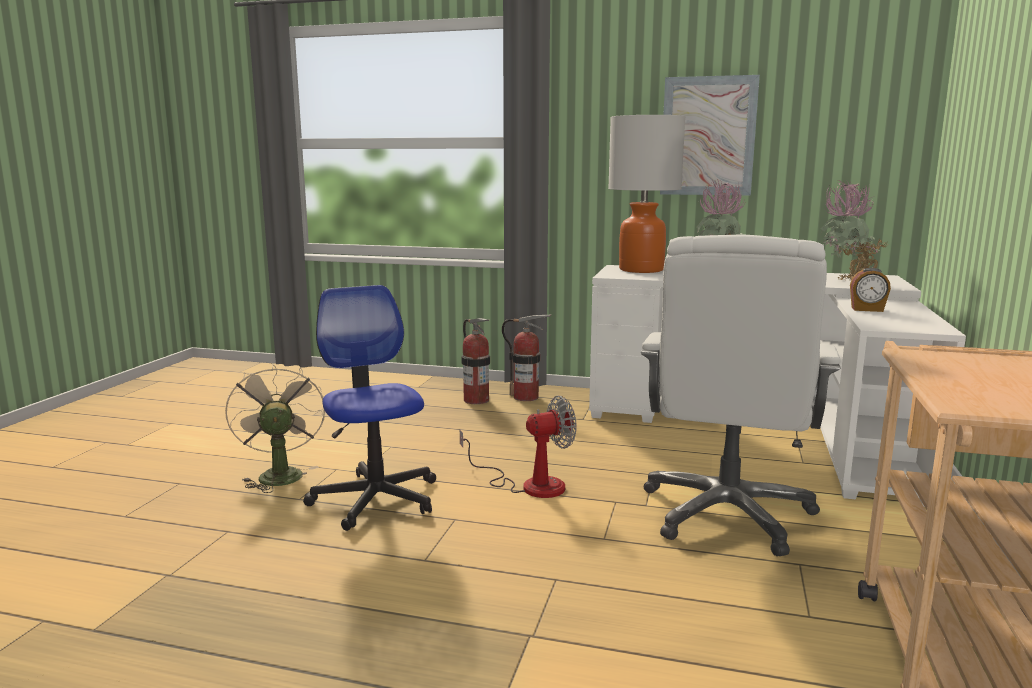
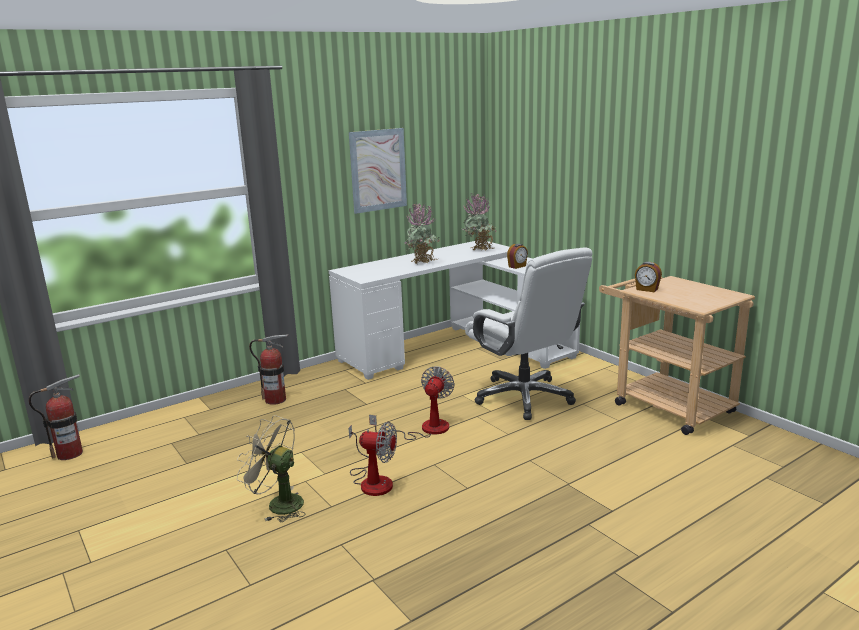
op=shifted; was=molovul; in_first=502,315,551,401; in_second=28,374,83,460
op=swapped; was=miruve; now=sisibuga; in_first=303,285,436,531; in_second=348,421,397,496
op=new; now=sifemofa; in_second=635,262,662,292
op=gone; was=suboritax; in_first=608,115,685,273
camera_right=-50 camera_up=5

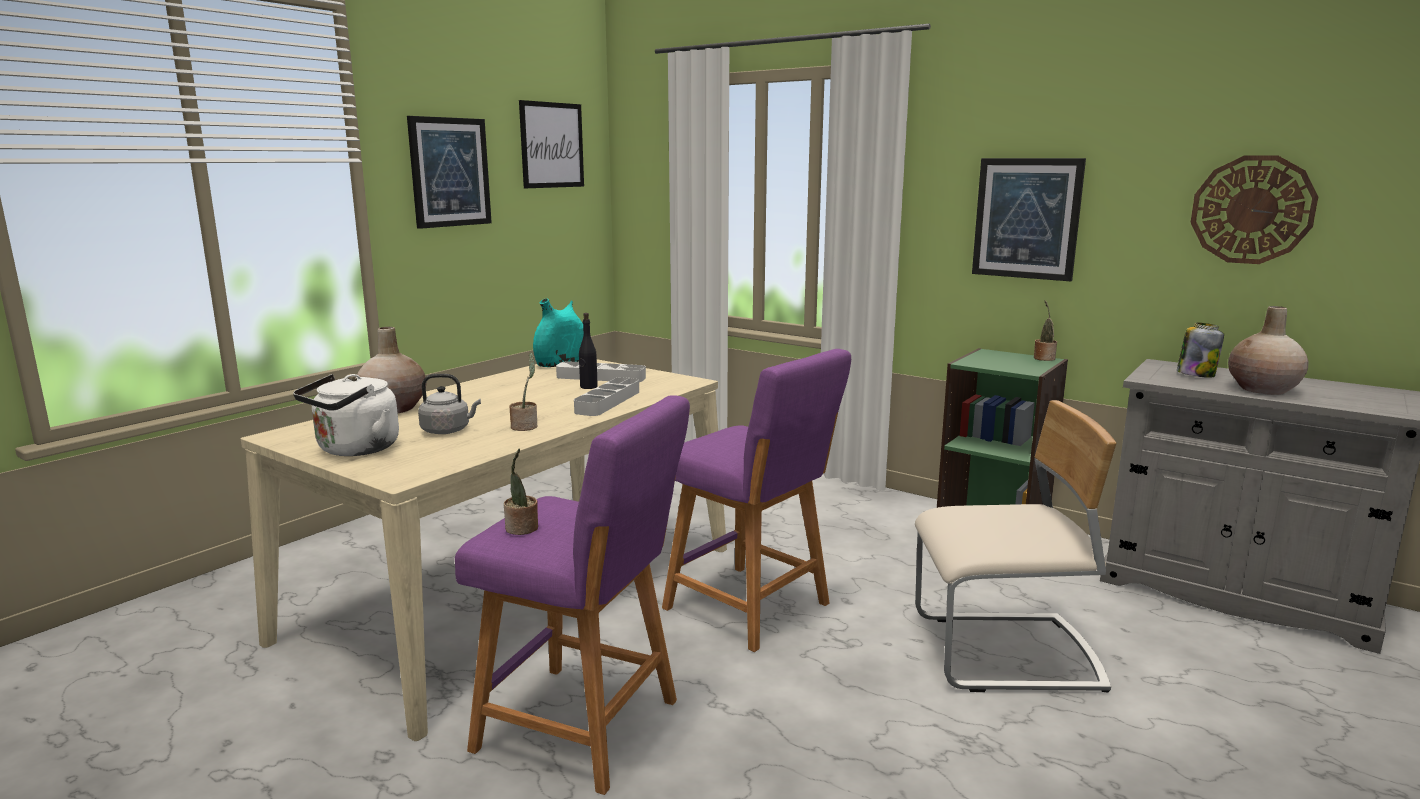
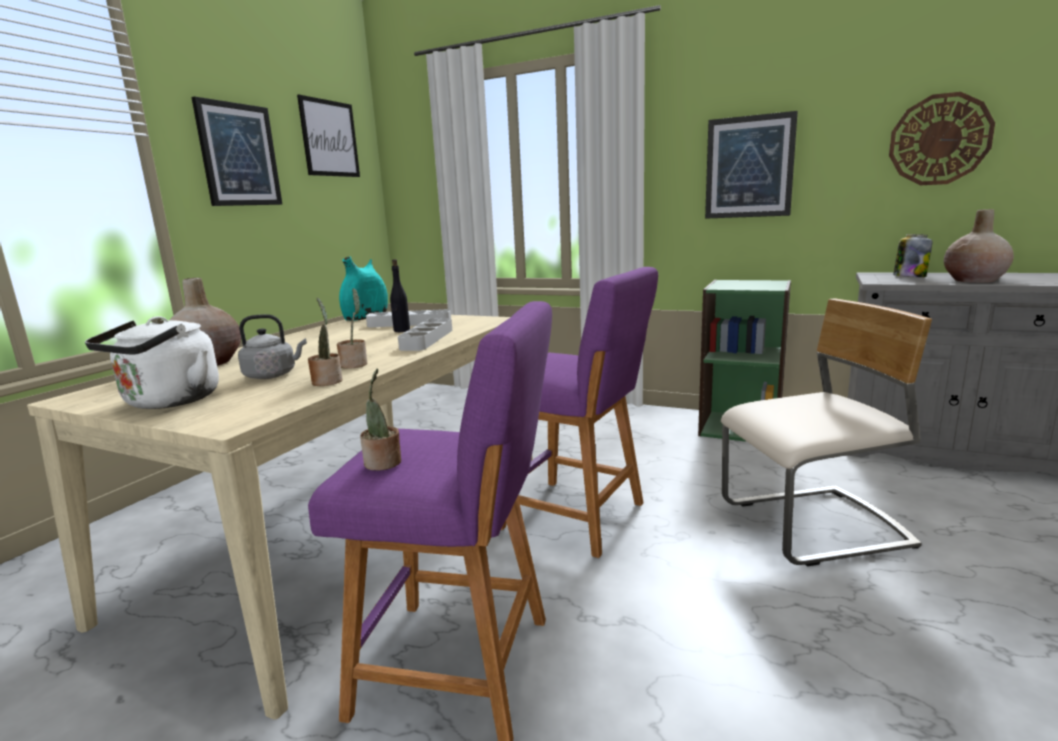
op=shifted; was=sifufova; in_first=1034,300,1057,361; in_second=308,298,342,386
camera_right=-10 camera_up=0

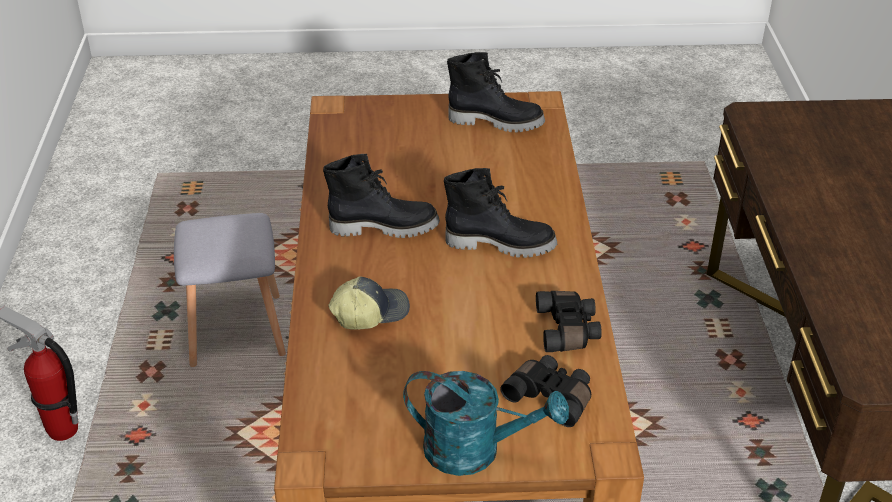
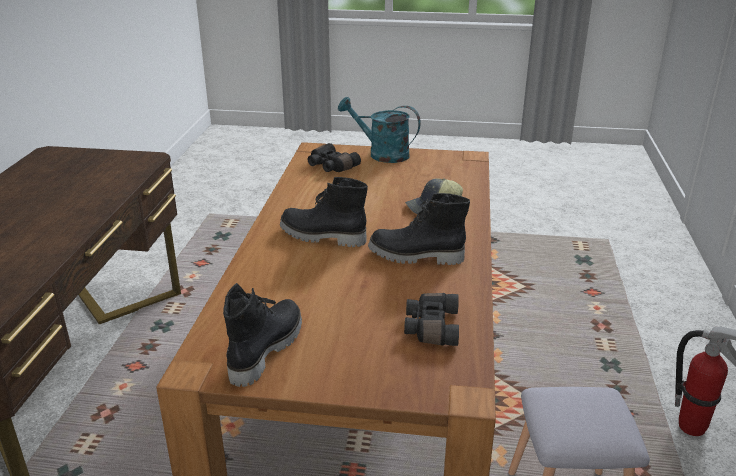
op=rotated; was=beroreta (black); in_first=447,52,545,132; in_second=223,283,302,387; clockwise=90
op=shifted; was=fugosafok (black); in_first=536,291,602,352; in_second=404,293,459,346
camera_right=-170 camera_up=-10

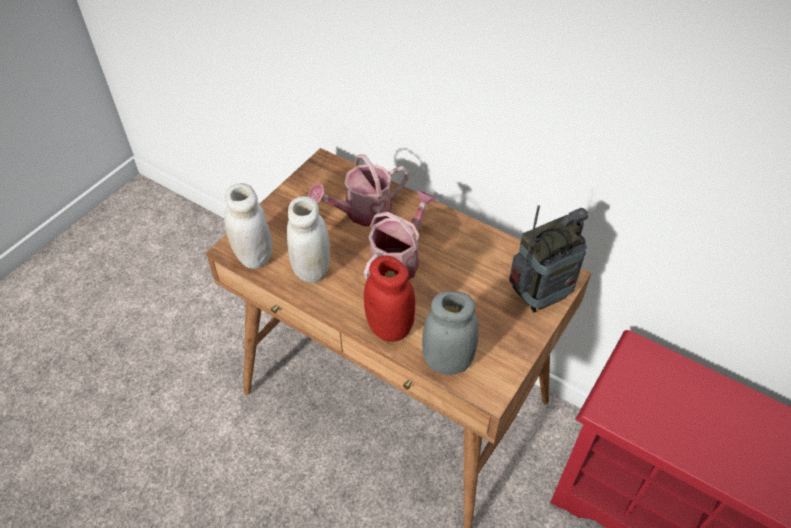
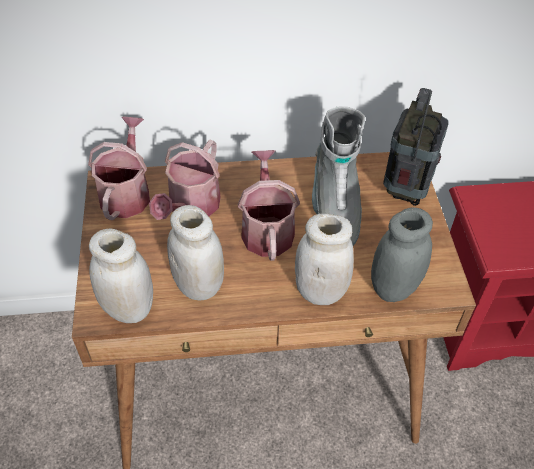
op=new; now=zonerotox; in_second=88,116,150,220
op=repainted; was=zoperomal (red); now=zoperomal (white); in_first=364,256,415,342; in_second=295,213,354,305
op=new; now=beroreta (grey); in_second=312,106,365,246
camera_right=-40 camera_up=0

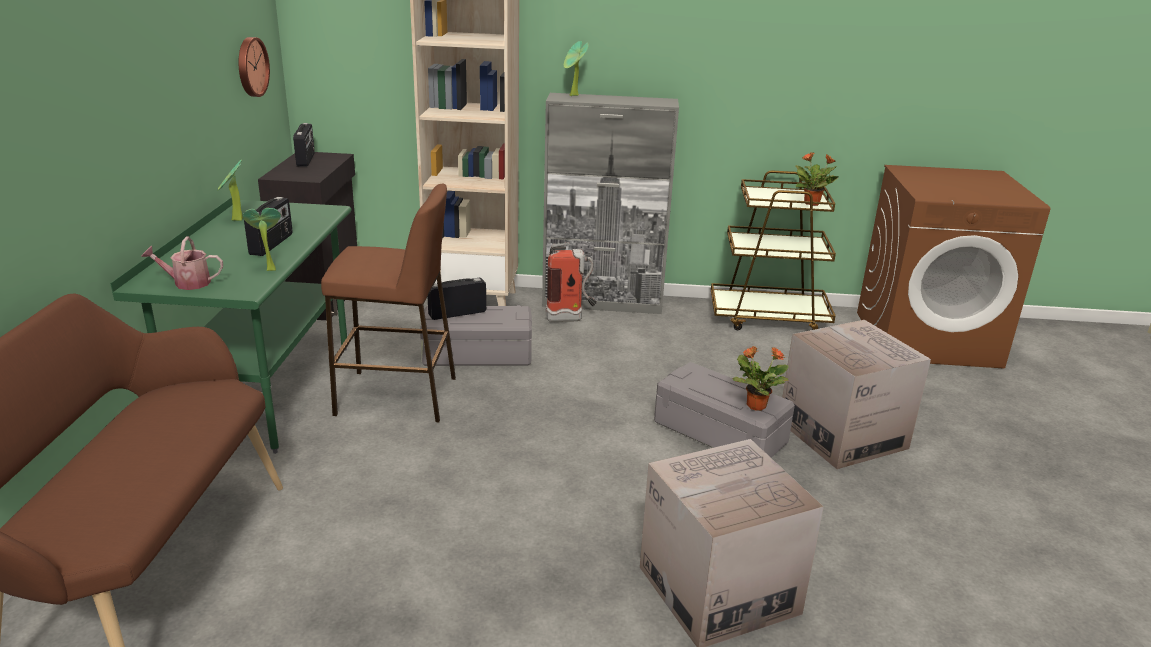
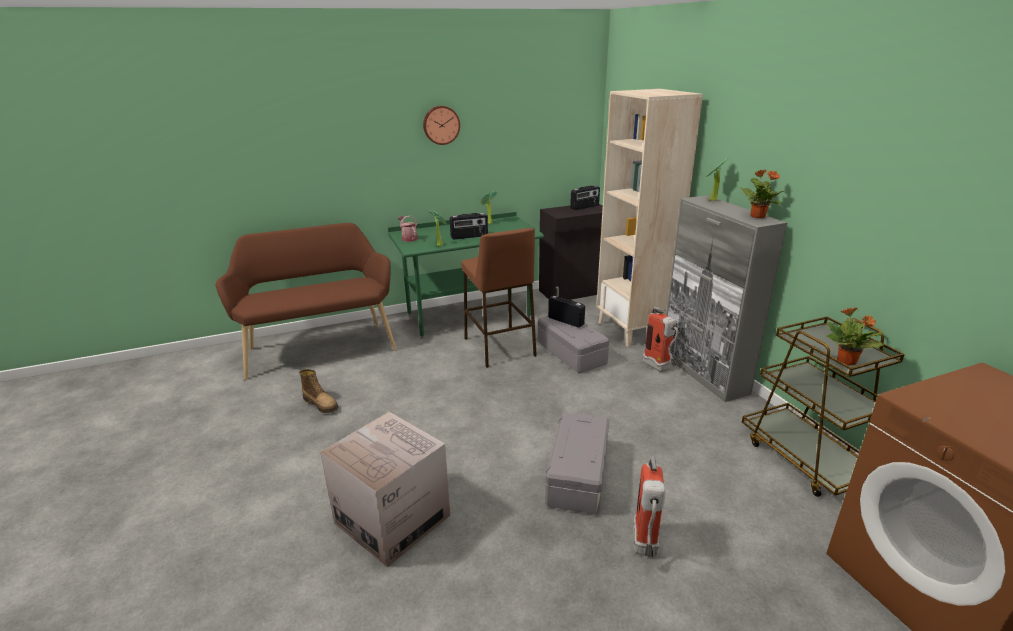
op=new; now=beroreta; in_second=299,369,338,413
op=shifted; was=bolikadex; in_first=239,37,270,97; in_second=423,106,460,145
op=swapped; was=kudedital; now=molovul; in_first=782,320,931,469; in_second=633,456,666,557
op=shifted; was=sifufova; in_first=732,346,789,411; in_second=740,169,784,218
camera_right=65 camera_up=0

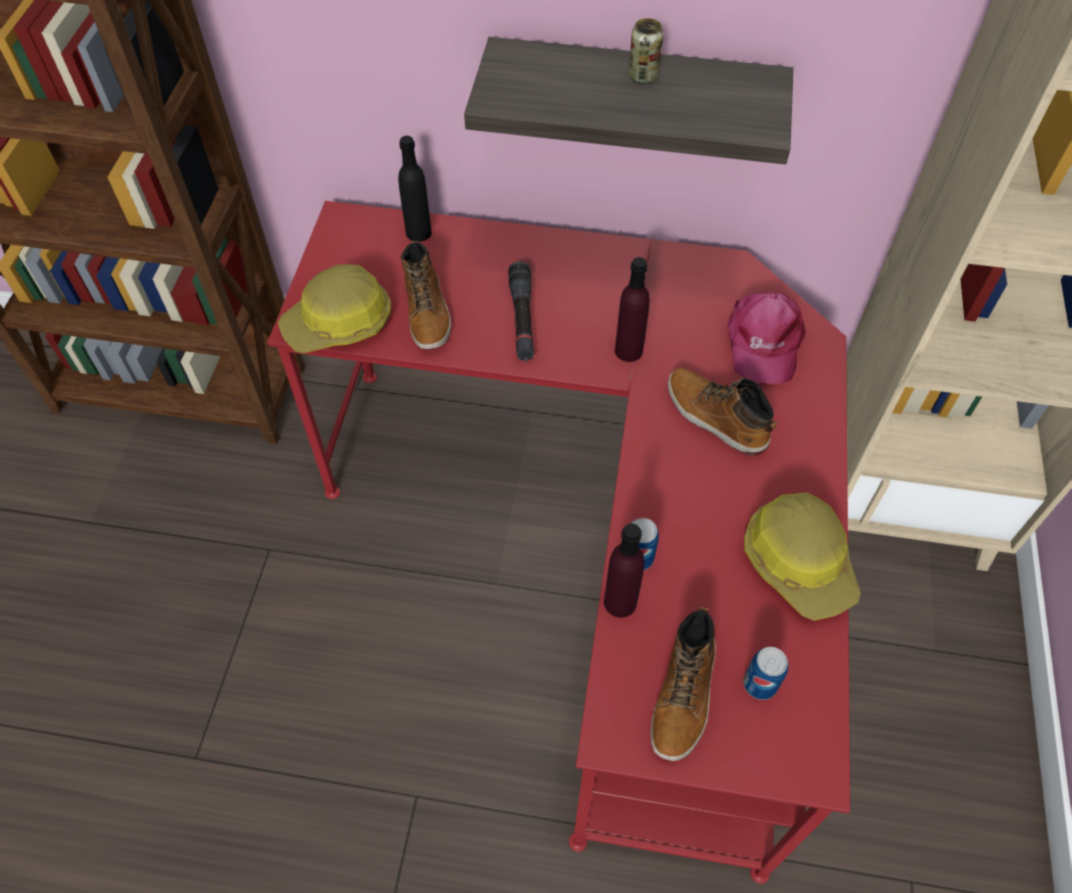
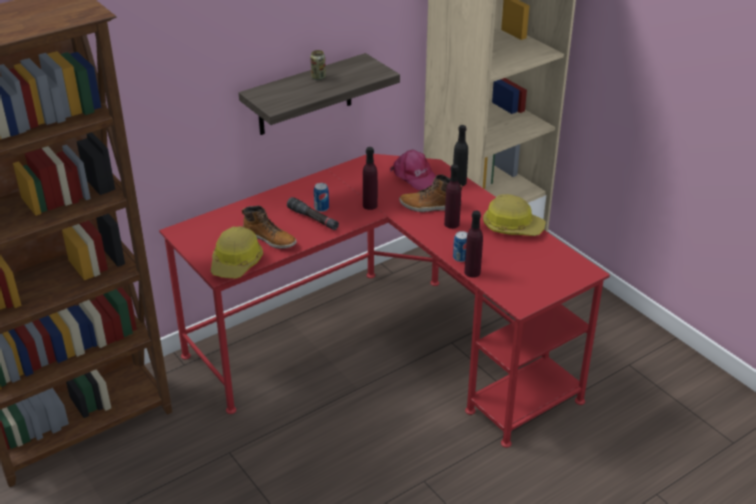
op=shifted; was=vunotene; in_first=743,647,789,700; in_second=314,183,329,212
op=new; now=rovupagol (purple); in_second=444,164,461,229
op=shifted; was=rovupagol (black); in_first=398,136,432,242; in_second=453,125,468,186
op=gone; was=beroreta; in_first=650,607,716,761
camera_right=-45 camera_up=-20

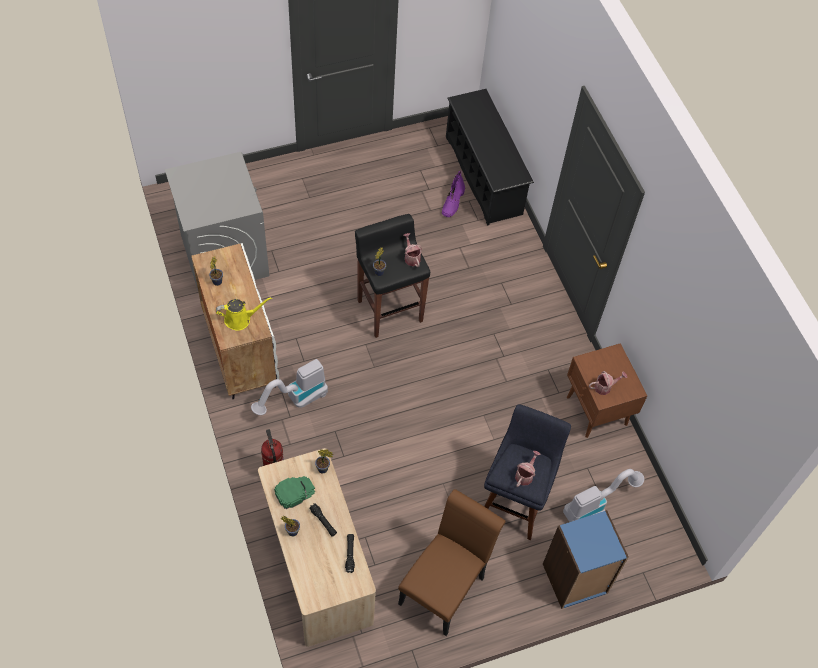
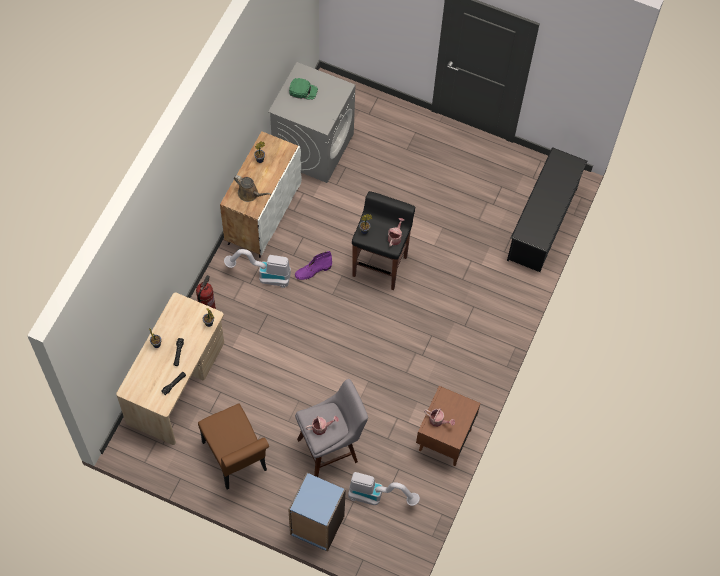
op=rotated; was=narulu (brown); in_first=398,489,506,636; in_second=198,403,269,489; clockwise=75
op=repainted; was=zonerotox (yellow); now=zonerotox (brown); in_first=216,297,272,331; in_second=234,175,271,202
op=shifted; was=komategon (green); in_first=274,476,315,509; in_second=289,78,318,100
op=shifted; was=beroreta (purple); in_first=442,171,465,217; in_second=295,251,332,280
op=repainted; was=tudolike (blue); now=tudolike (grey); in_first=484,404,571,540; in_second=295,379,368,477
camera_right=45 camera_up=5

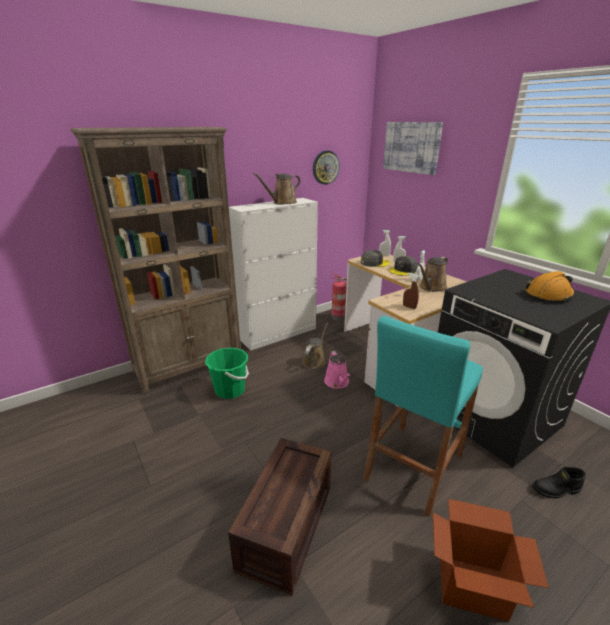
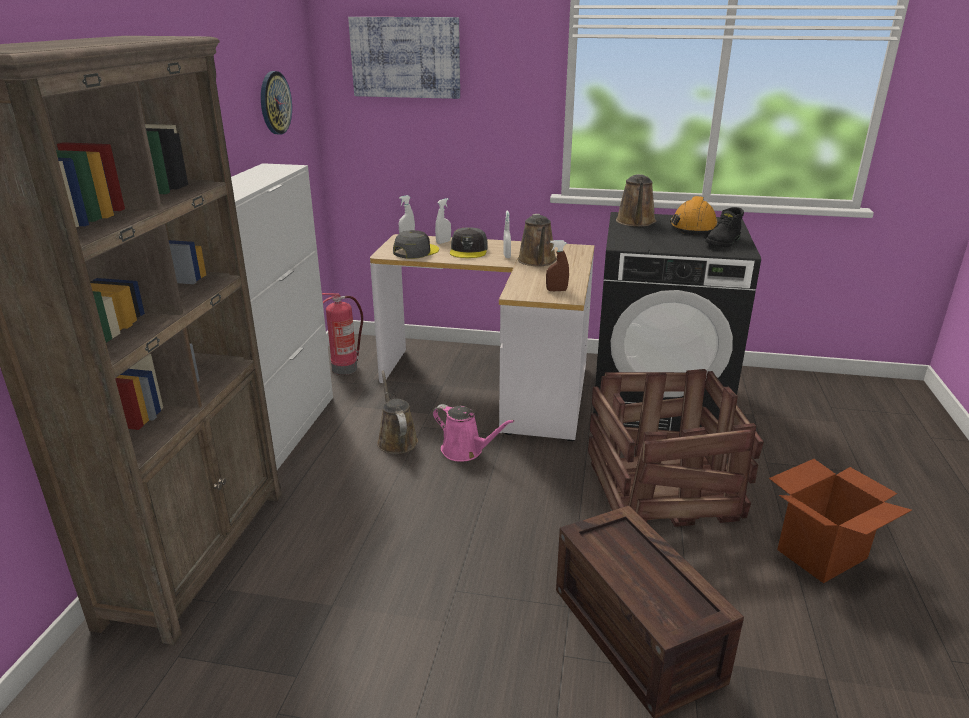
op=swapped; was=tudolike (turquoise); now=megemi; in_first=363,316,483,517; in_second=588,369,764,527
op=shifted; was=zonerotox (brown); in_first=253,173,300,205; in_second=616,174,656,227
op=shifted; was=beroreta (black); in_first=532,466,586,498; in_second=705,207,744,247
op=gone; was=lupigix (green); in_first=205,348,249,399
camera_right=-45 camera_up=0

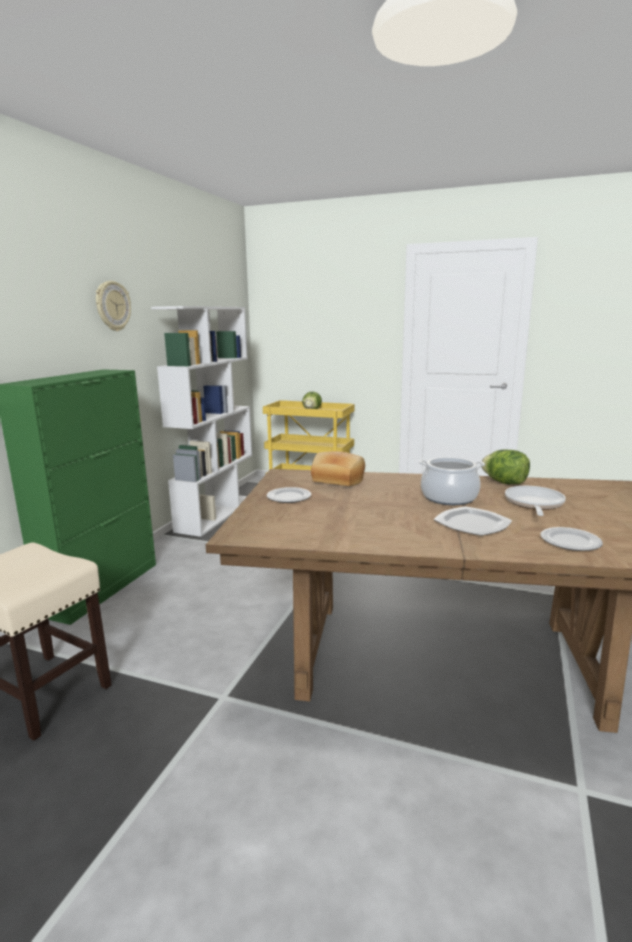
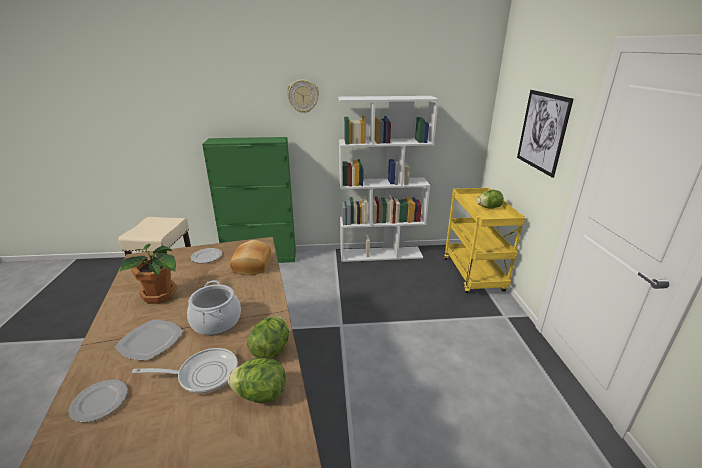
op=new; now=sifufova; in_second=119,243,177,304
op=new; now=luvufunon; in_second=228,358,285,403
op=new; now=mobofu; in_second=517,90,573,178
camera_right=65 camera_up=10

